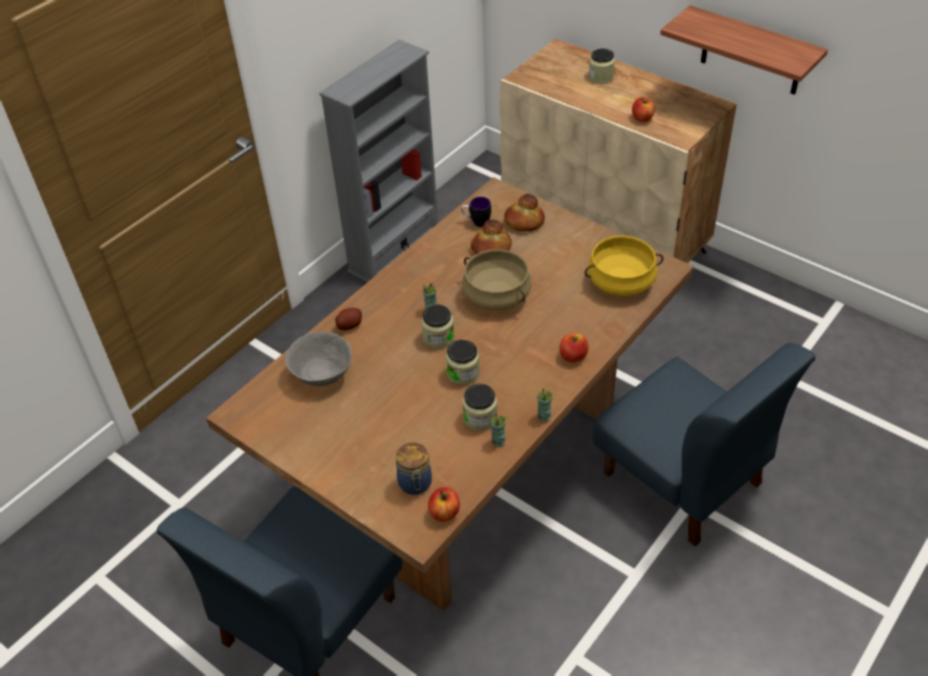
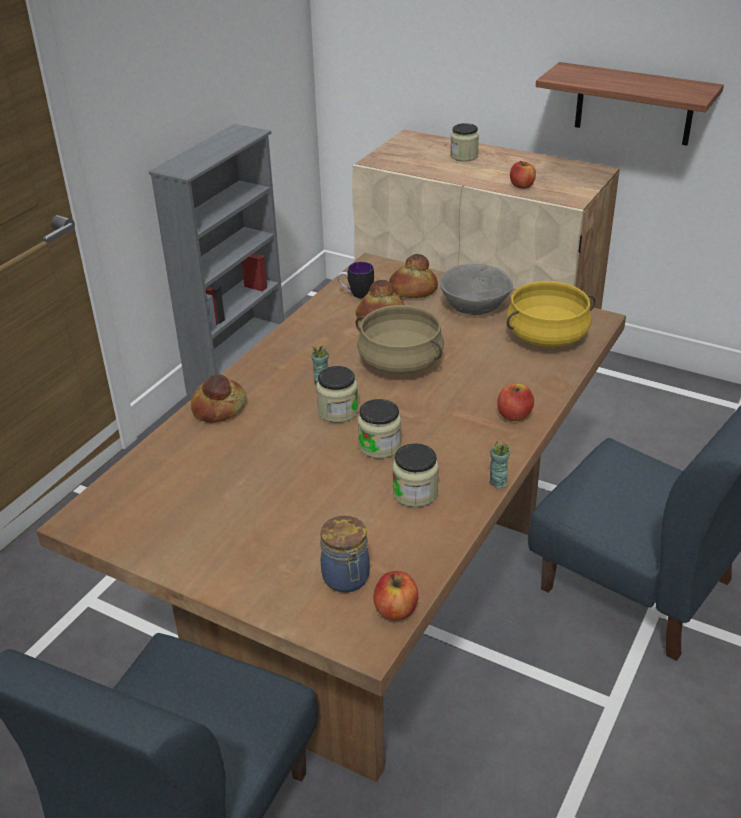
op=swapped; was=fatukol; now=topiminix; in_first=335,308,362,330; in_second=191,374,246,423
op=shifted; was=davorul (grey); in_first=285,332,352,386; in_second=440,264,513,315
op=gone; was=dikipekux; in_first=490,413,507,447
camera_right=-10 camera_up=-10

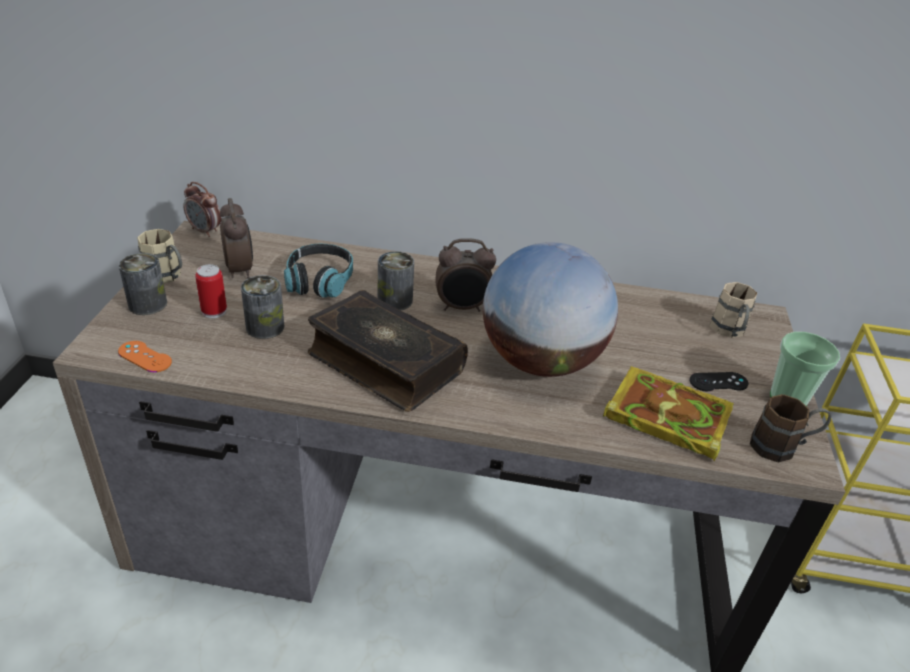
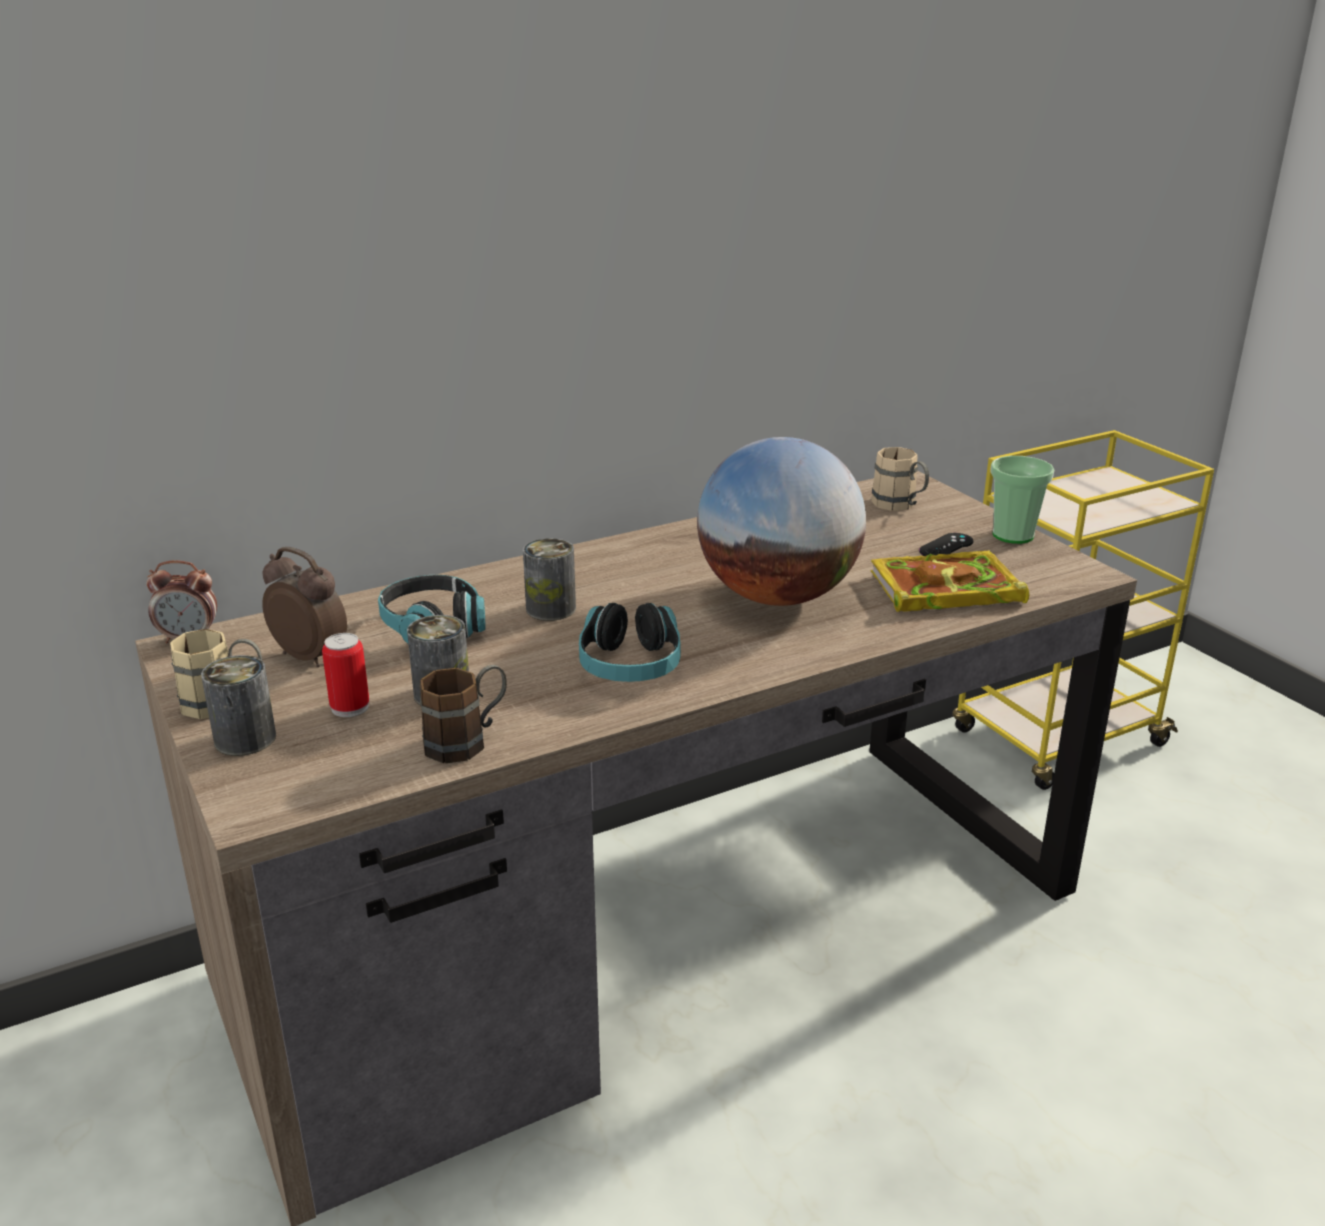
op=shifted; was=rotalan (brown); in_first=750,394,831,462; in_second=420,665,507,763
op=swapped; was=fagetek; now=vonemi; in_first=308,290,468,412; in_second=579,603,681,682
op=gone; was=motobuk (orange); in_first=118,341,172,372
op=gone; was=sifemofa; in_first=435,238,496,312
camera_right=-35 camera_up=-10

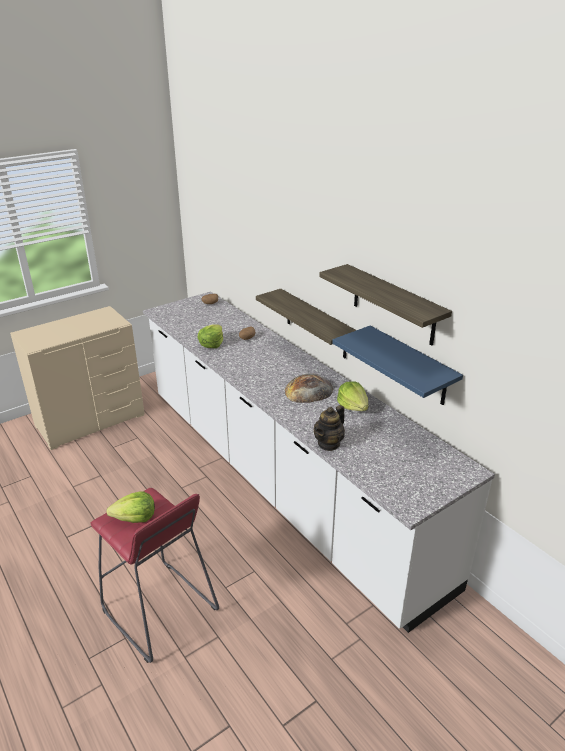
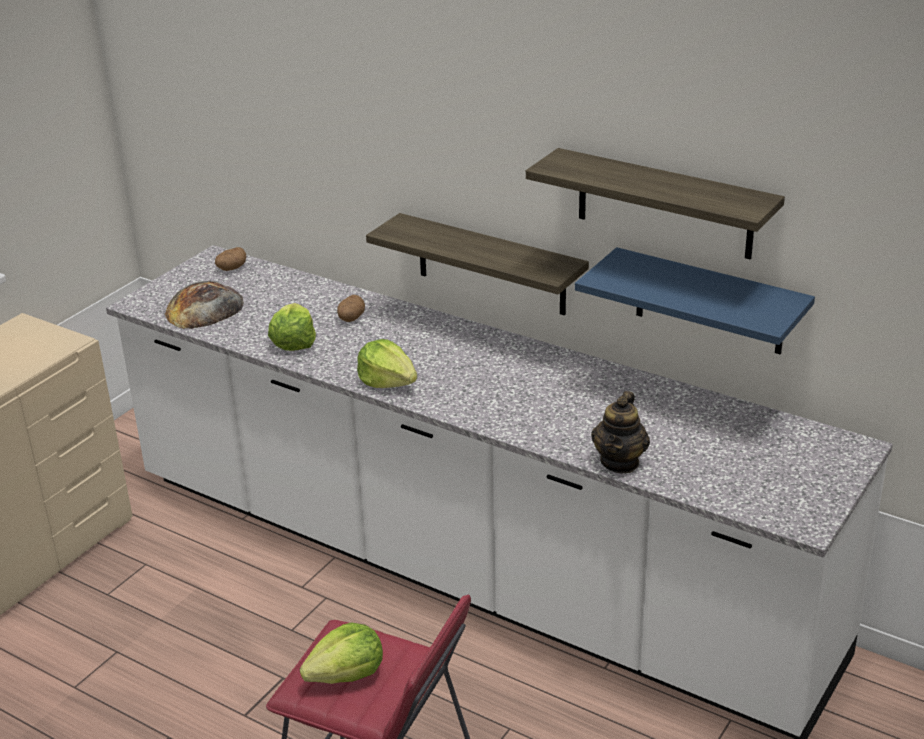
op=shifted; was=topiminix; in_first=285,373,333,403; in_second=165,281,244,329
op=shifted; was=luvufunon; in_first=337,381,368,411; in_second=357,339,417,388
camera_right=-20 camera_up=0

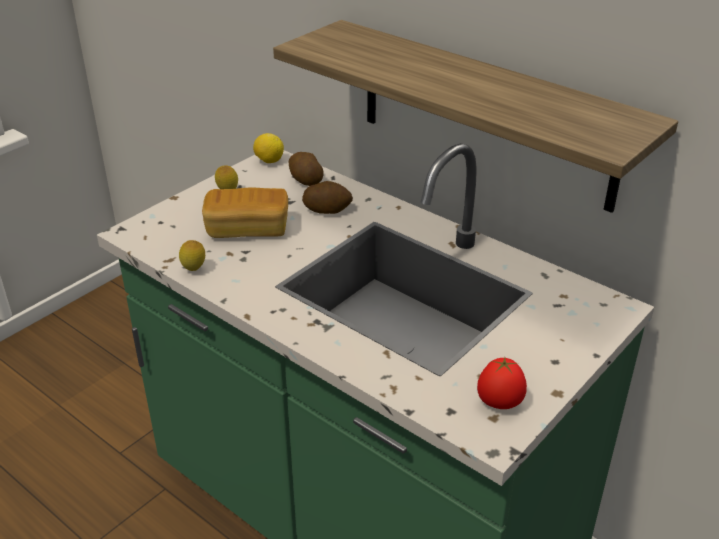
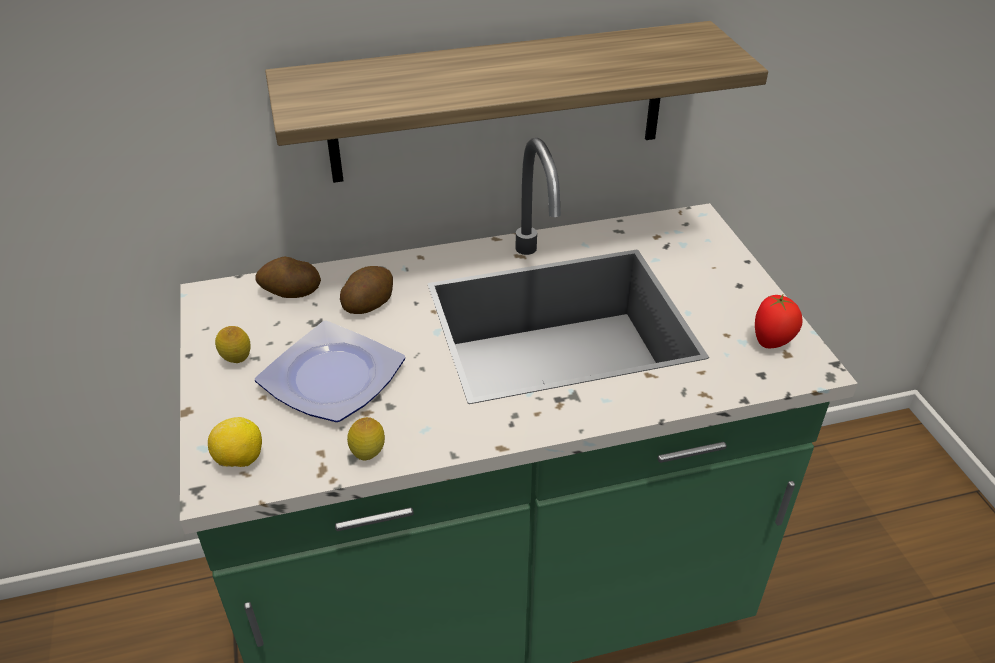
op=shifted; was=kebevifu; in_first=253,133,284,163; in_second=208,417,262,467
op=swapped; was=topiminix; now=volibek; in_first=202,188,288,238; in_second=255,320,405,422
camera_right=-55 camera_up=5

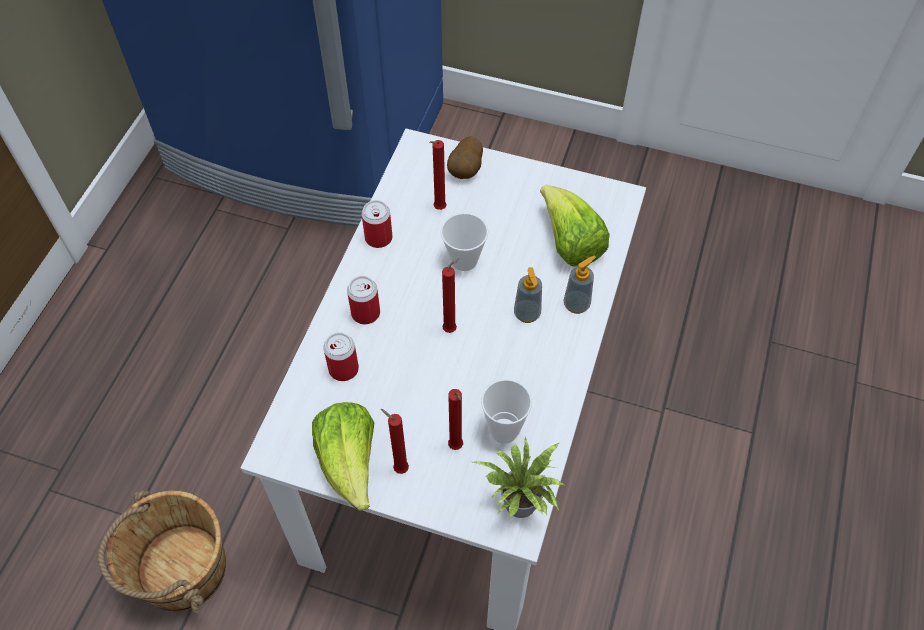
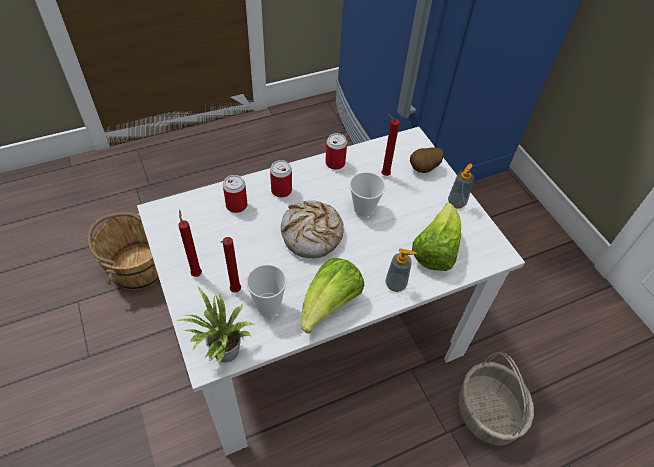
op=swapped; was=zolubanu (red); now=topiminix; in_first=442,258,459,333; in_second=281,200,344,258
op=shifted; was=luvufunon; in_first=312,402,374,511; in_second=302,258,364,333
op=shifted; was=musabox; in_first=514,267,542,323; in_second=448,164,474,208
op=new; now=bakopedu; in_second=459,352,534,446
camera_right=45 camera_up=-5

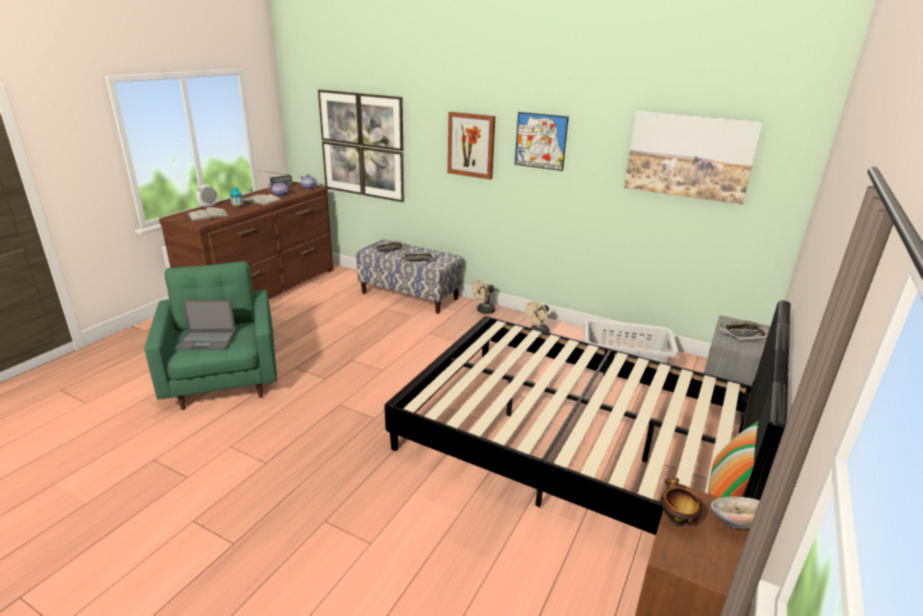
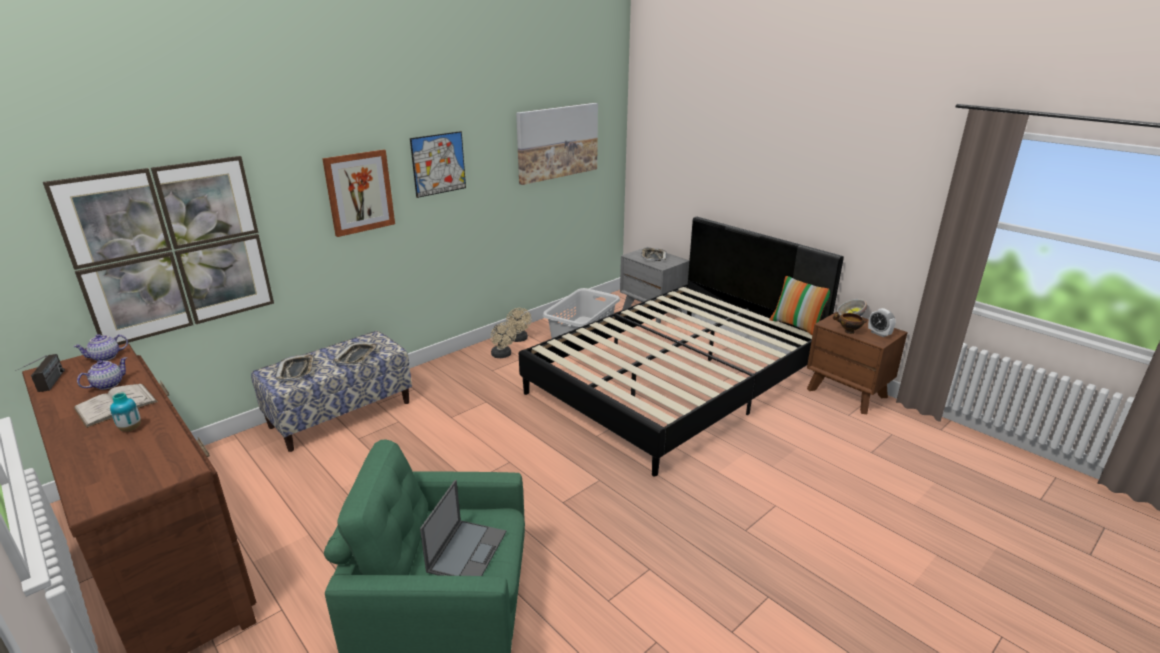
op=shifted; was=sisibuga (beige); in_first=472,280,495,314; in_second=506,308,532,342
op=shifted; was=sifemofa; in_first=196,184,218,207; in_second=868,308,896,337
op=gone; was=fagetek (white); in_first=188,207,230,222
camera_right=-70 camera_up=0

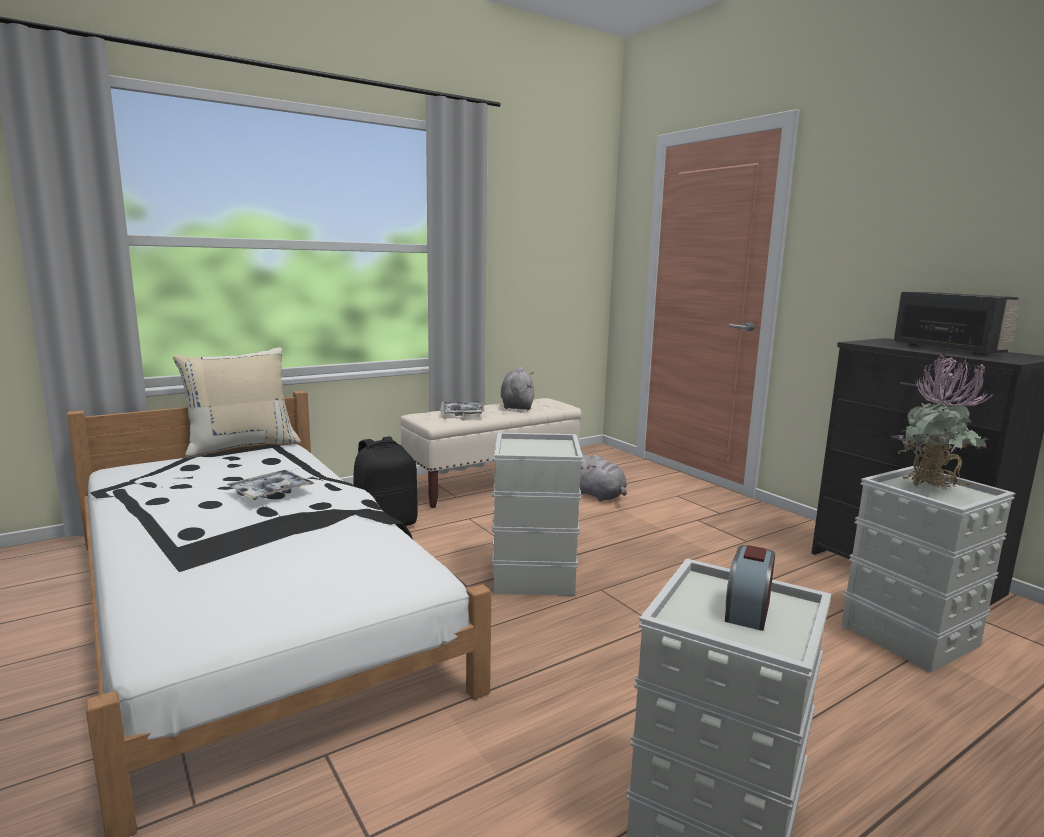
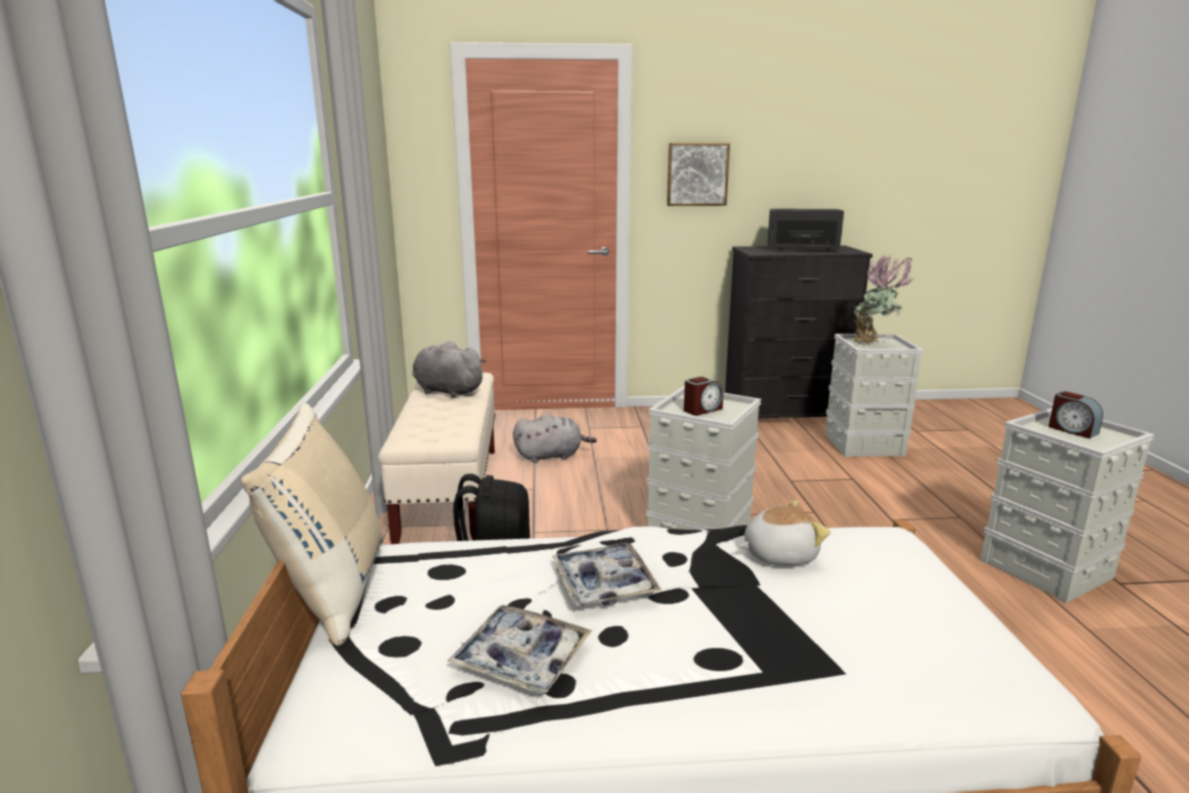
op=shifted; was=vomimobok; in_first=440,401,484,416; in_second=447,605,592,694
op=new; now=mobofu; in_second=667,143,730,206
op=new; now=sifemofa; in_second=684,377,723,415
op=new; now=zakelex; in_second=738,500,831,566
camera_right=-60 camera_up=5

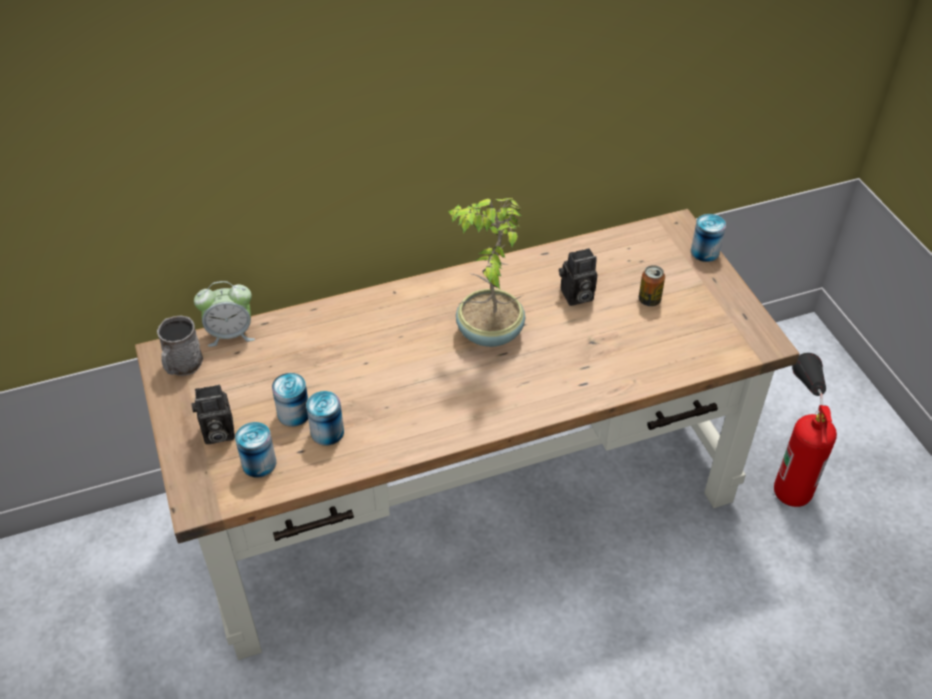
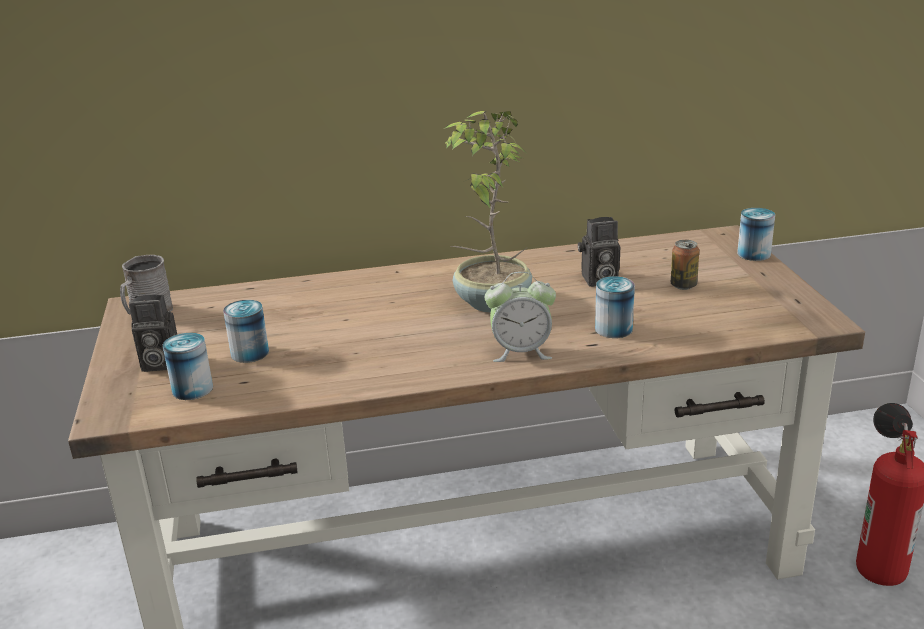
op=shifted; was=sifemofa; in_first=194,281,255,347; in_second=485,272,556,362
op=shifted; was=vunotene; in_first=306,391,344,446; in_second=595,276,635,338
camera_right=10 camera_up=-20

